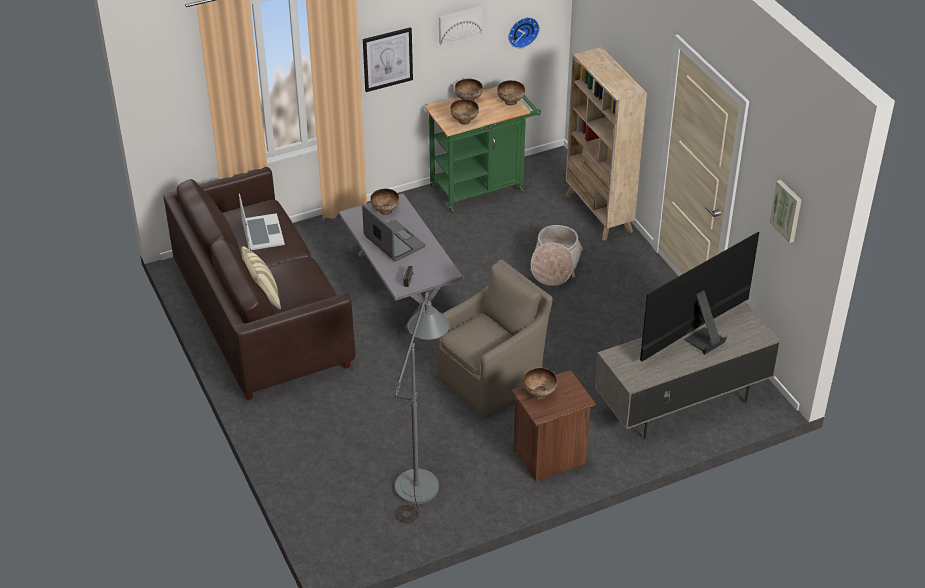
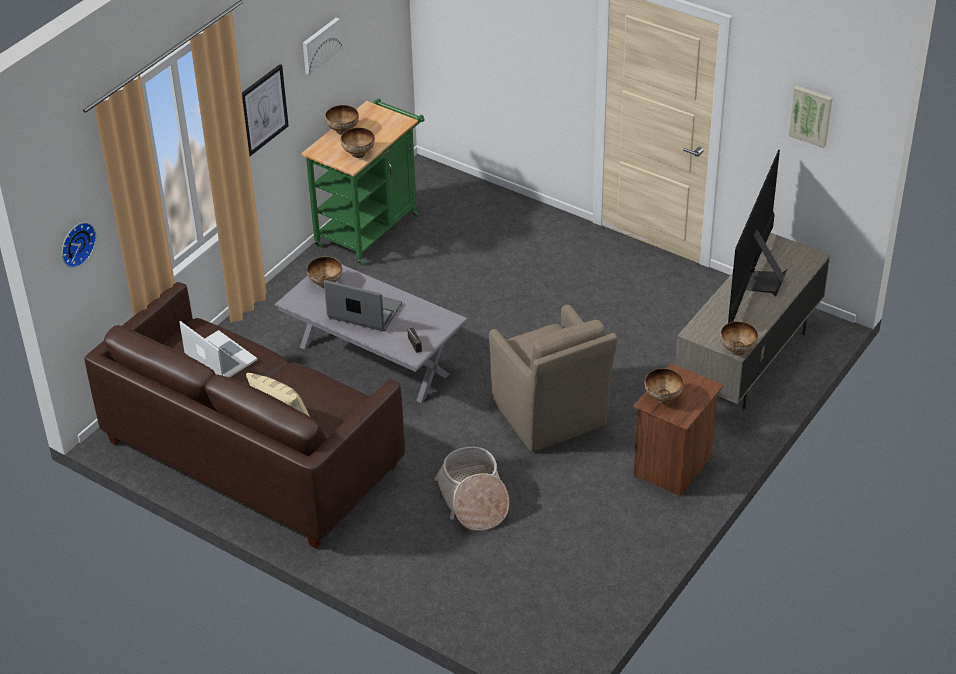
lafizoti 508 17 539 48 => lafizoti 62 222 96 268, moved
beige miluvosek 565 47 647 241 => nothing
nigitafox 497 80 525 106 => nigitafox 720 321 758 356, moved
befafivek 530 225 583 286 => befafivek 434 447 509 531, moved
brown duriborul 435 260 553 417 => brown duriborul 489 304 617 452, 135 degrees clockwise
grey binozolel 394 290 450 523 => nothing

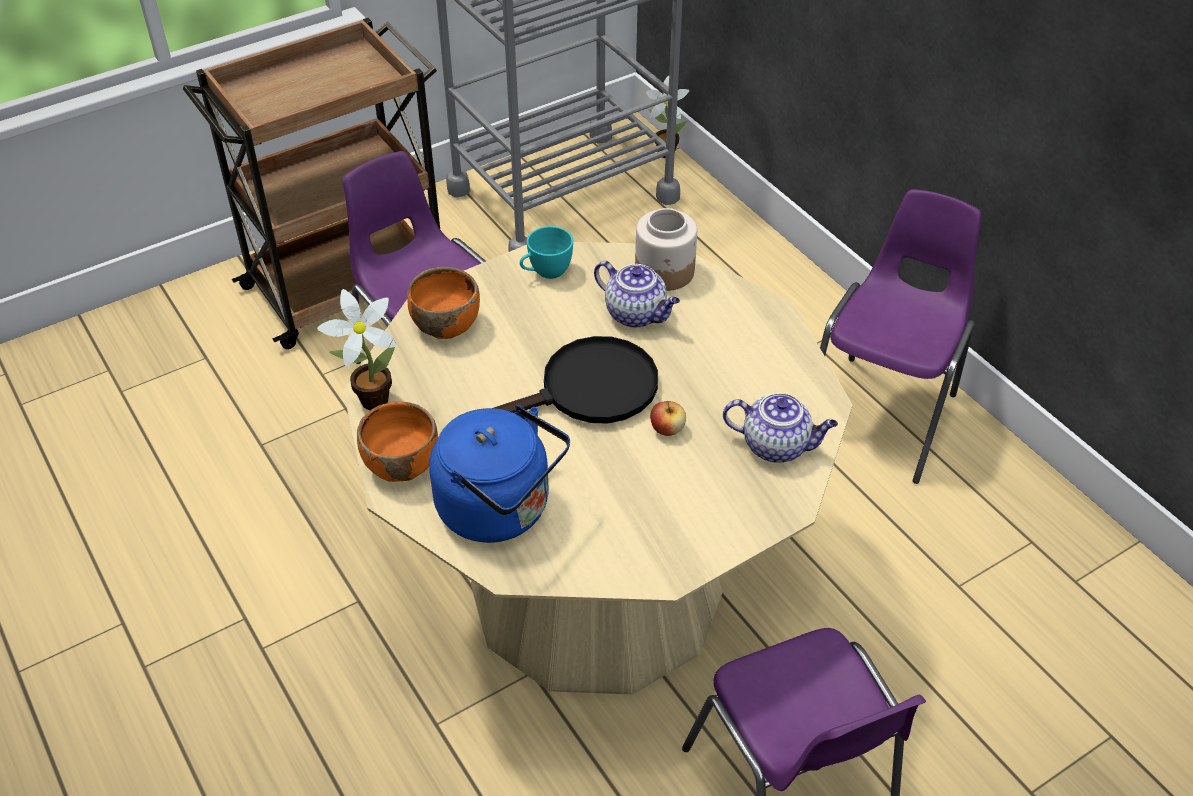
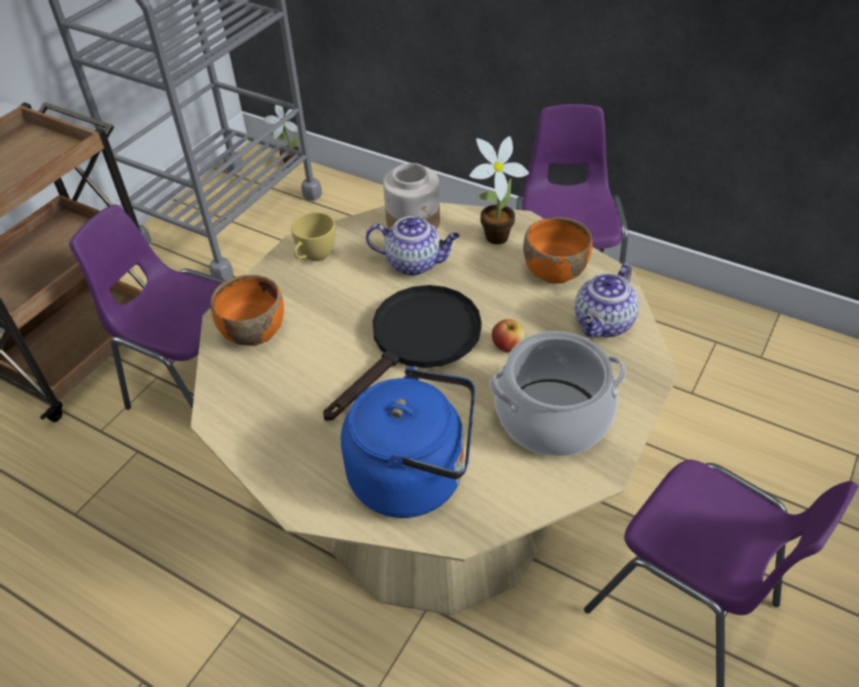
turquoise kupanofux 520 226 573 279 => yellow kupanofux 291 212 335 261
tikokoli 317 289 397 410 => tikokoli 470 136 529 245, moved
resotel 723 393 838 463 => resotel 575 263 639 338, 135 degrees clockwise
orange nigitafox 357 402 438 482 => orange nigitafox 523 217 592 284, moved
nothing => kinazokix 489 331 626 456

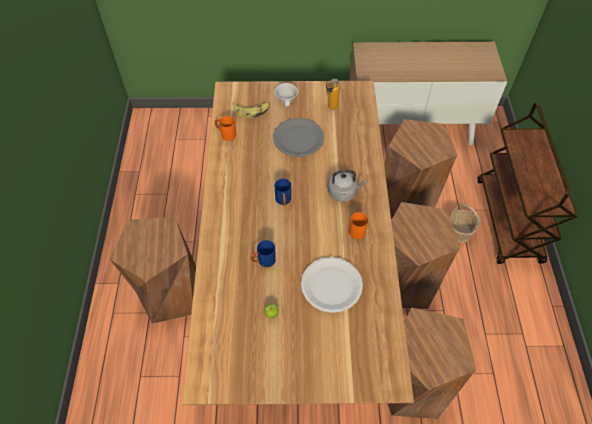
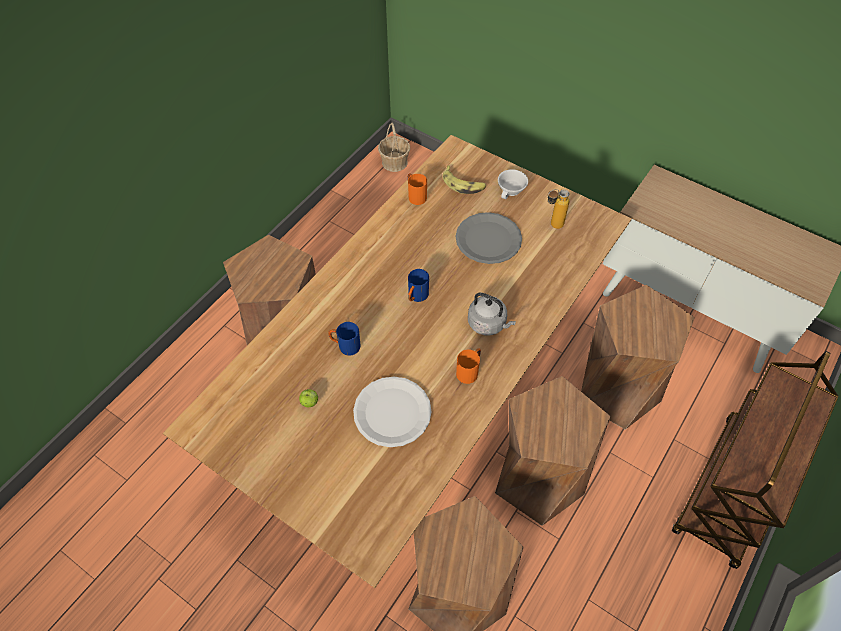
befafivek 449 204 480 243 => befafivek 378 123 410 172, moved

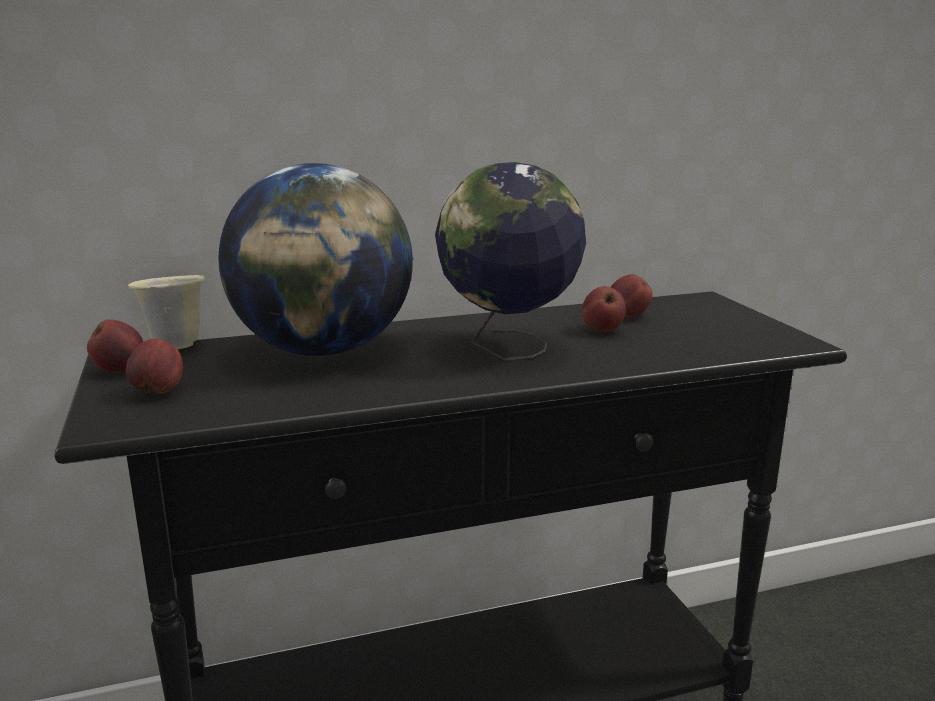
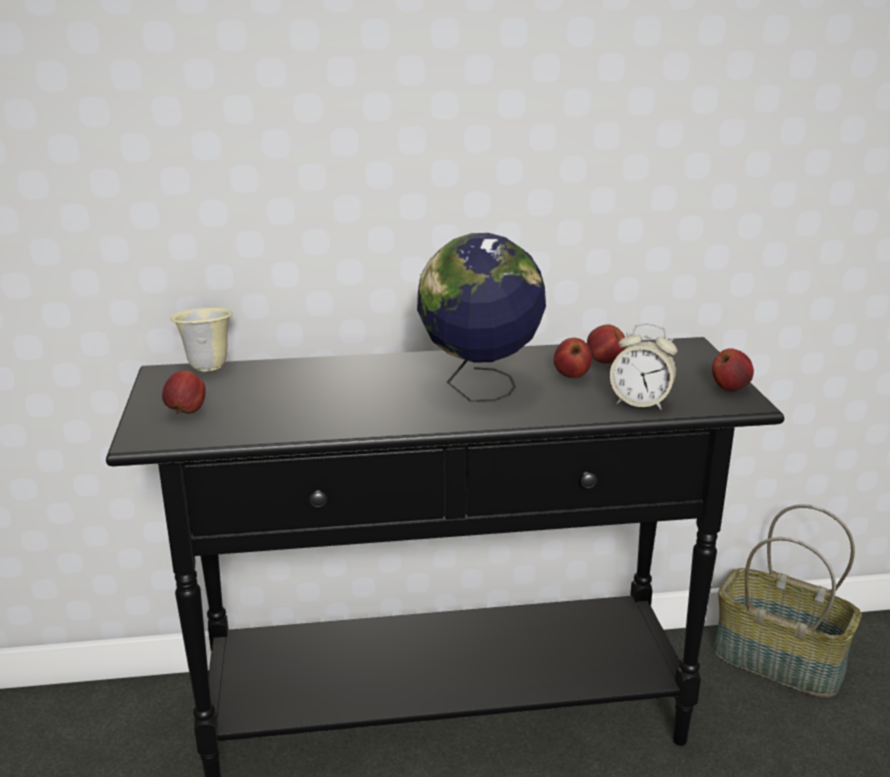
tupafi 218 163 413 356 => nothing
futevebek 87 319 143 372 => futevebek 712 348 754 391, moved
nothing => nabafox 610 323 677 410
nothing => befafivek 713 504 862 698

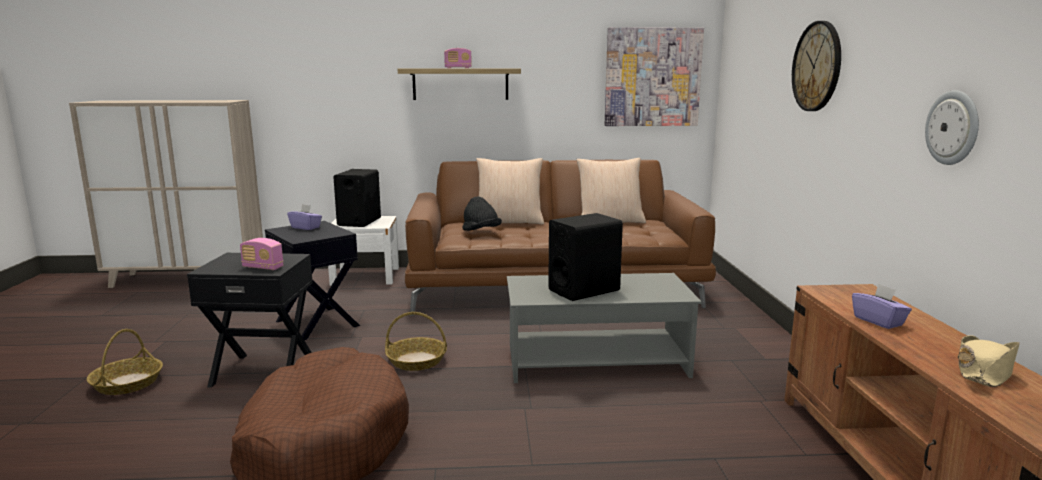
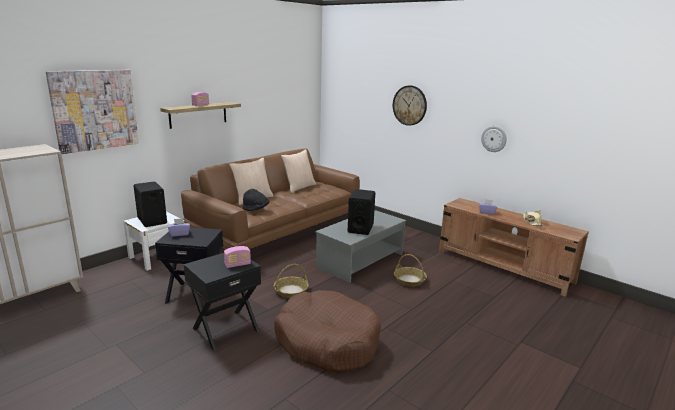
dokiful 605 27 704 126 => dokiful 46 70 139 154, moved
befafivek 87 329 163 395 => befafivek 394 254 427 287, moved

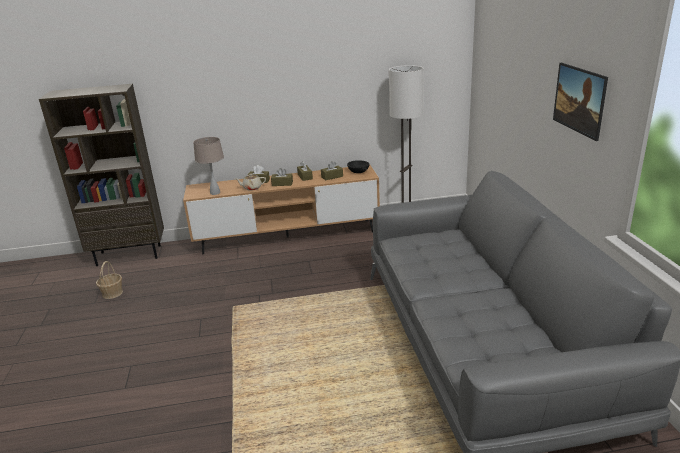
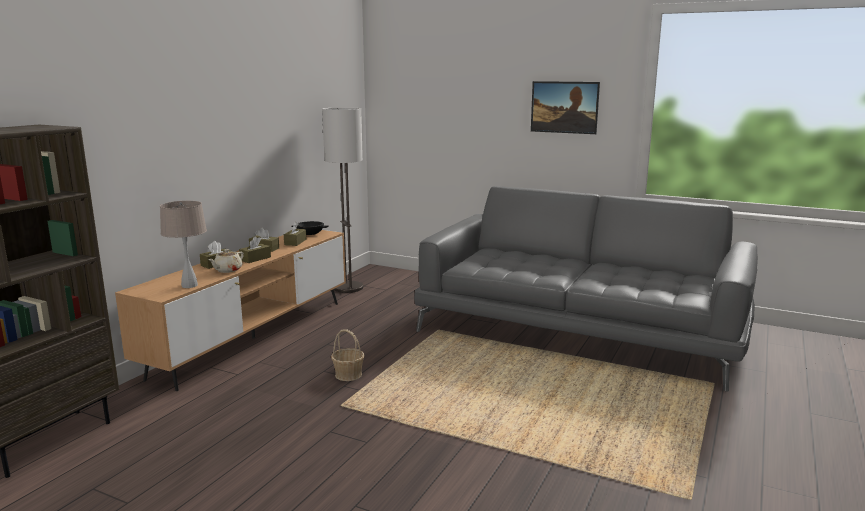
befafivek 96 261 123 299 => befafivek 331 329 365 381, moved

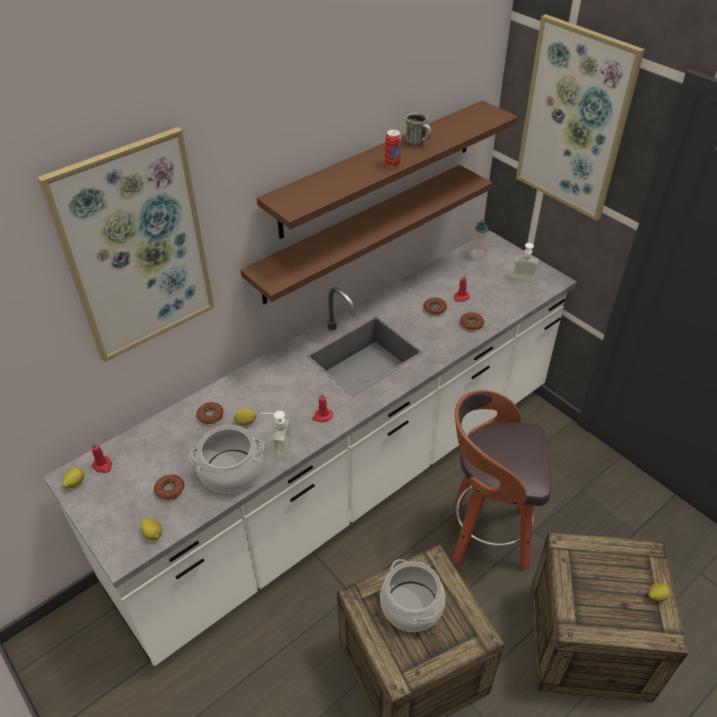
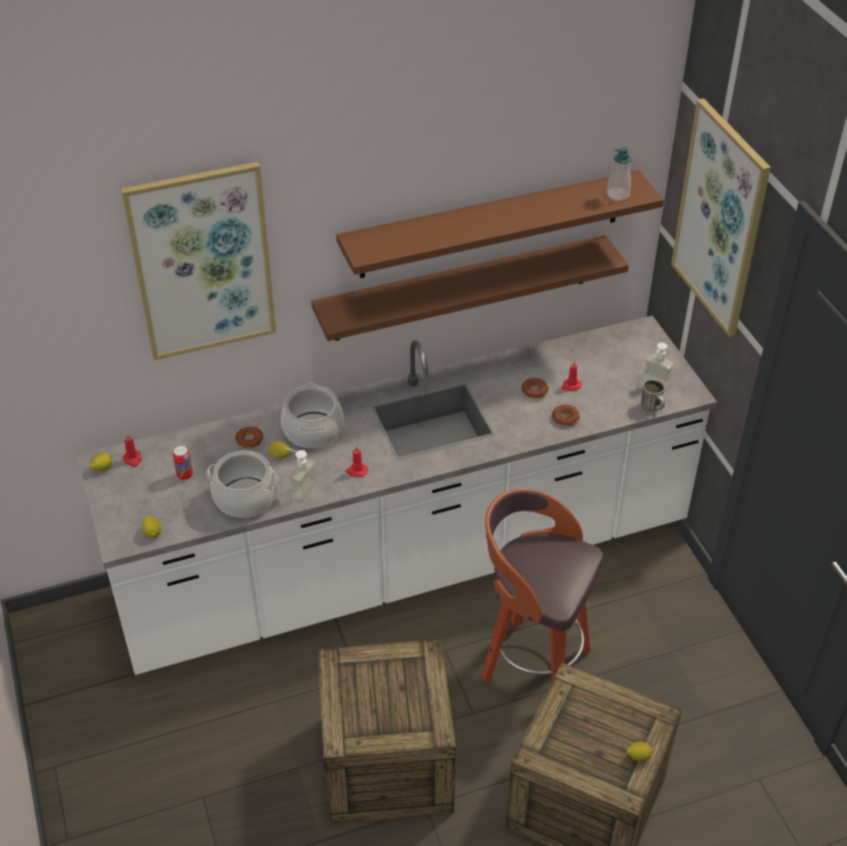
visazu 406 113 432 146 => visazu 641 379 665 411, moved
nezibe 385 129 401 168 => nezibe 173 445 193 480, moved
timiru 470 220 488 260 => timiru 607 147 632 201, moved
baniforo 154 474 184 500 => nothing
kinazokix 380 559 445 632 => kinazokix 281 383 344 448, moved

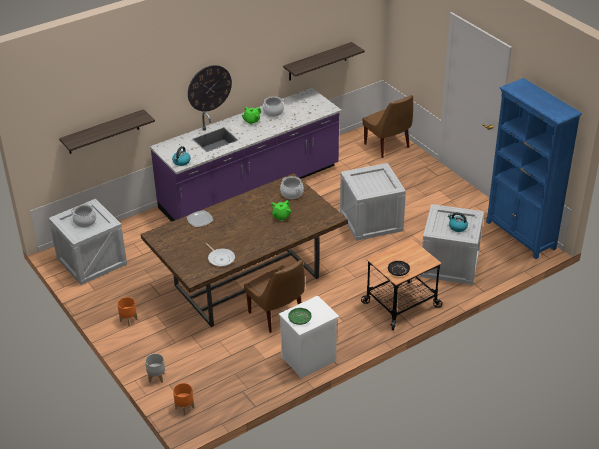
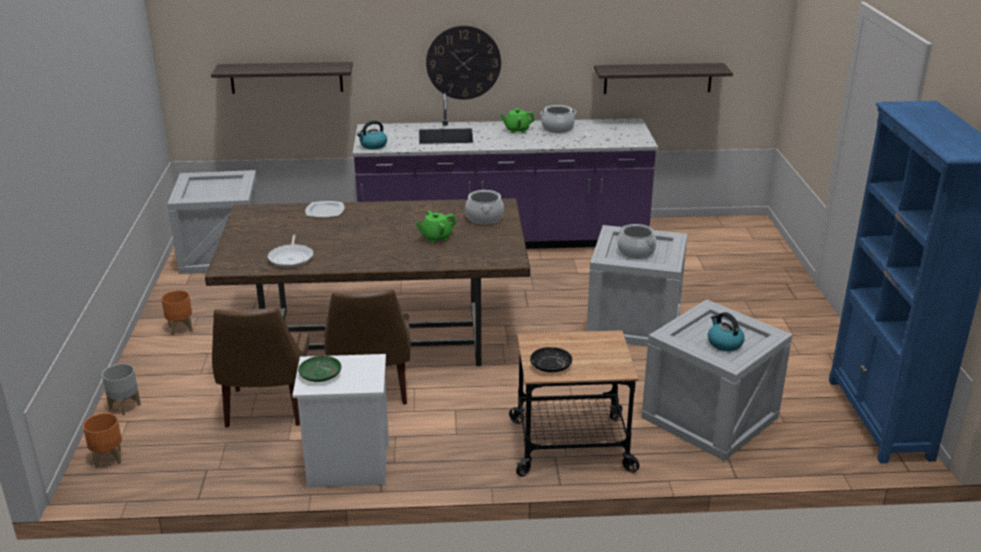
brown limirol 362 95 413 158 => brown limirol 212 308 309 428, moved
kinazokix 71 204 96 227 => kinazokix 617 224 656 259, moved

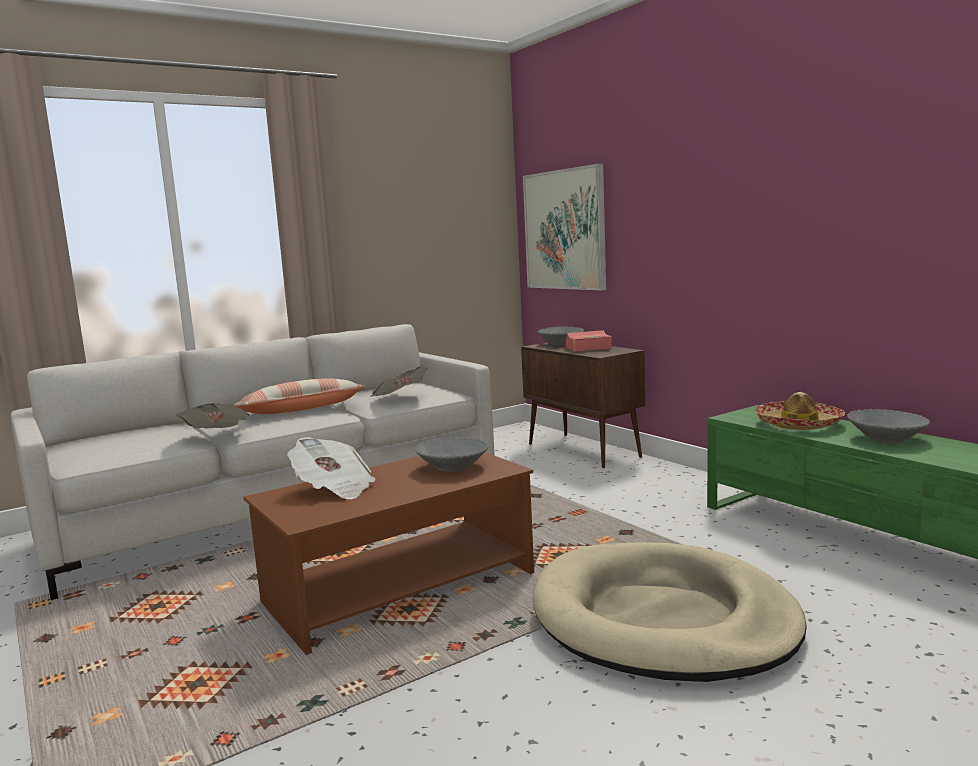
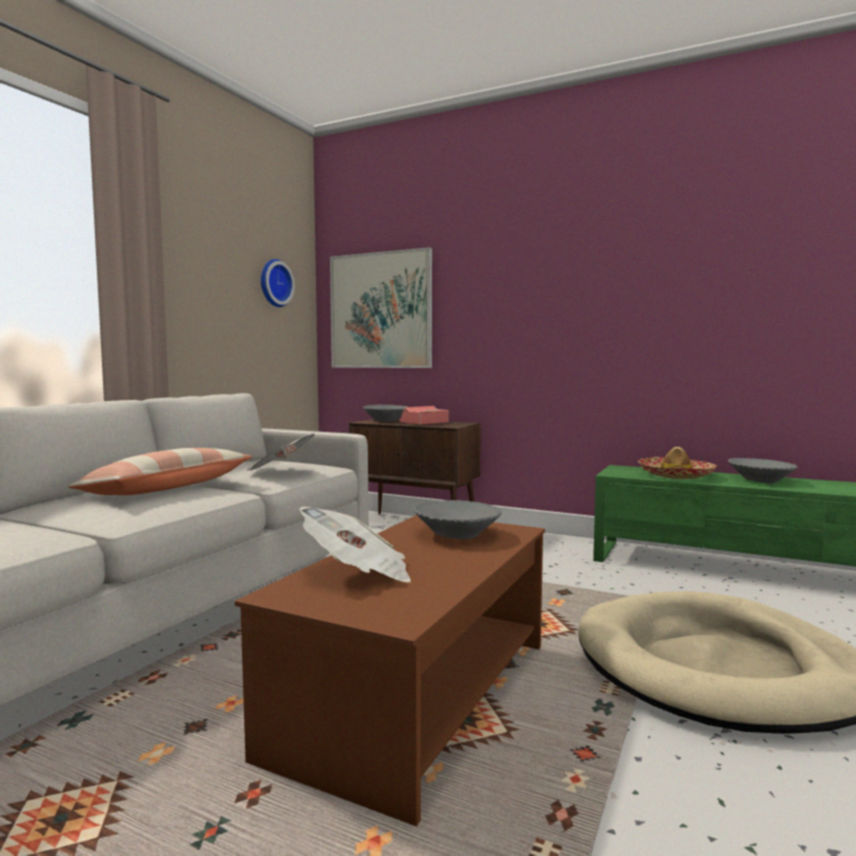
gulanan 176 403 249 429 => nothing
nothing => lafizoti 261 259 295 307

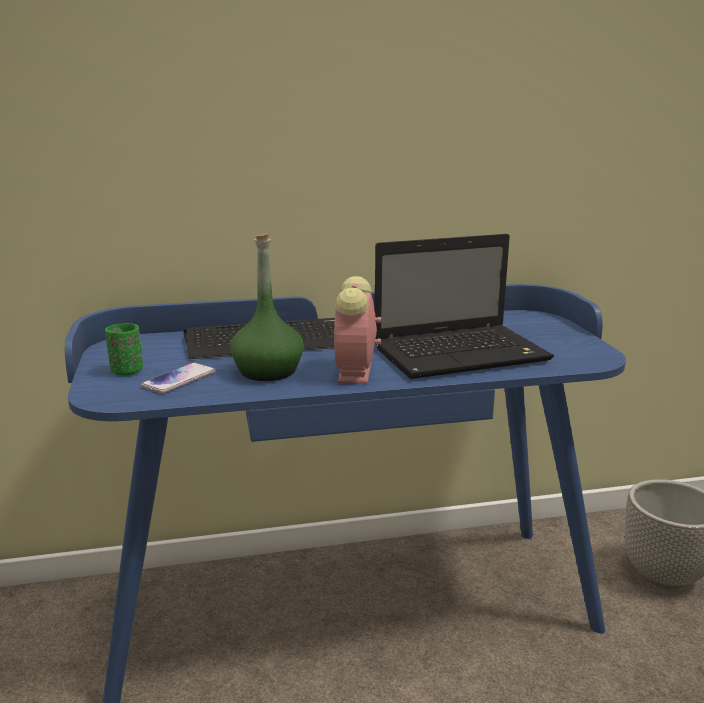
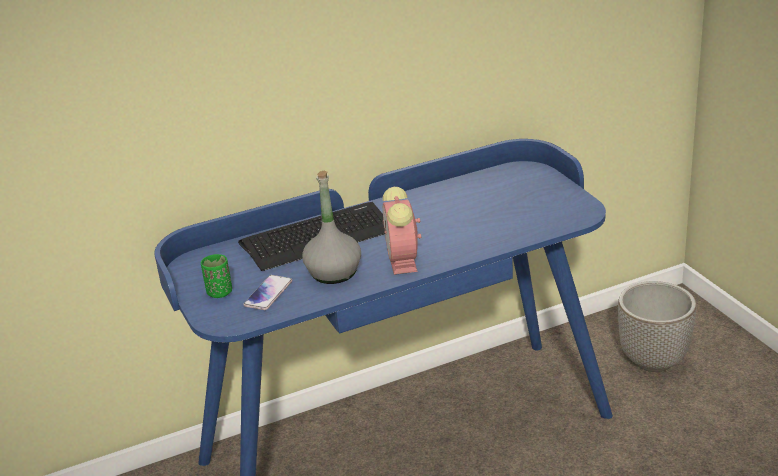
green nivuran 230 233 304 381 => grey nivuran 302 171 361 284
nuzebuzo 375 234 554 379 => nothing

